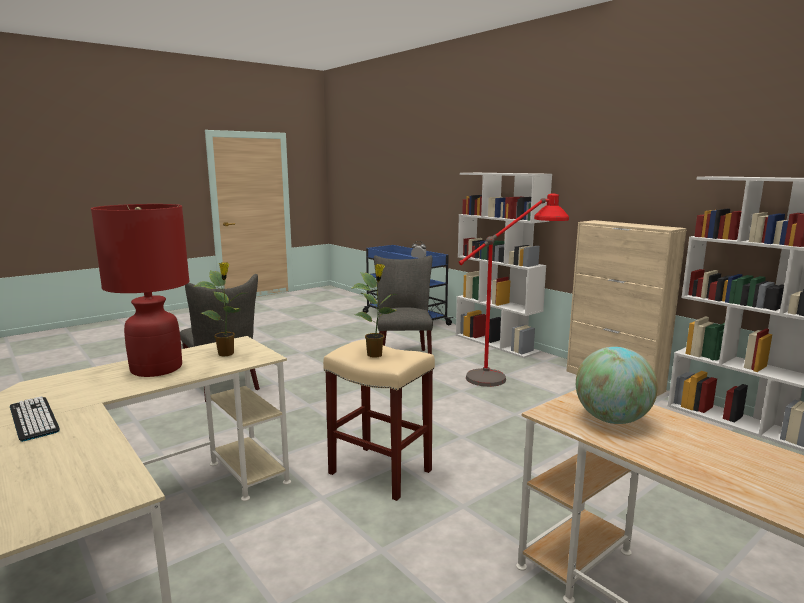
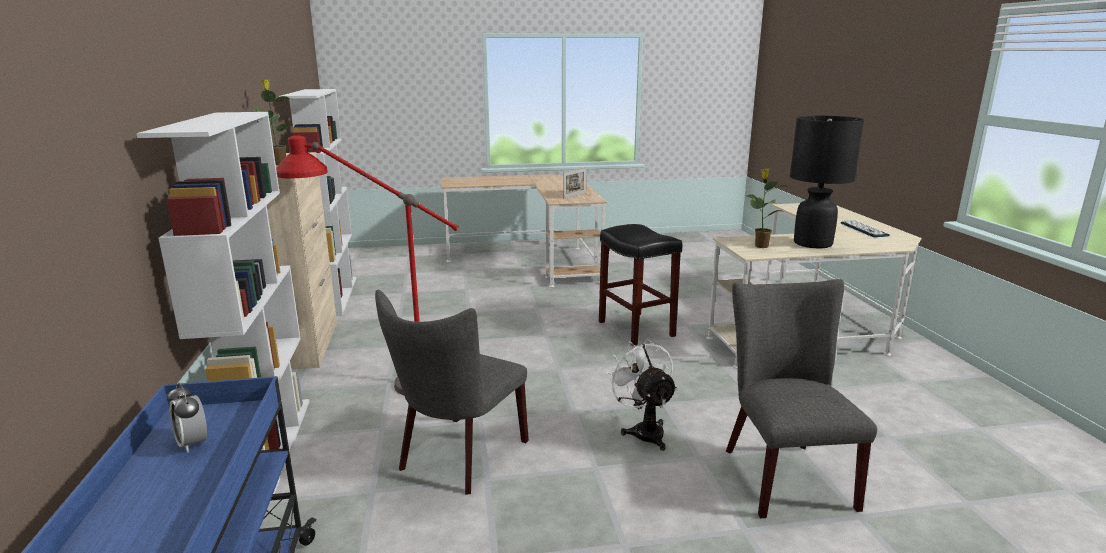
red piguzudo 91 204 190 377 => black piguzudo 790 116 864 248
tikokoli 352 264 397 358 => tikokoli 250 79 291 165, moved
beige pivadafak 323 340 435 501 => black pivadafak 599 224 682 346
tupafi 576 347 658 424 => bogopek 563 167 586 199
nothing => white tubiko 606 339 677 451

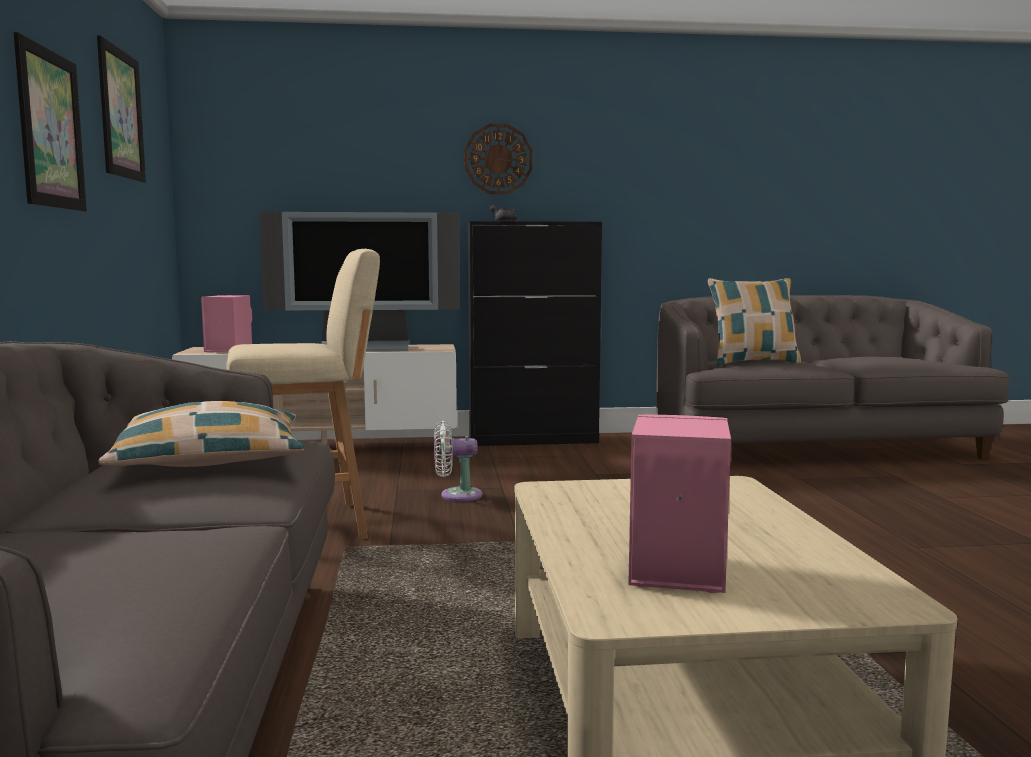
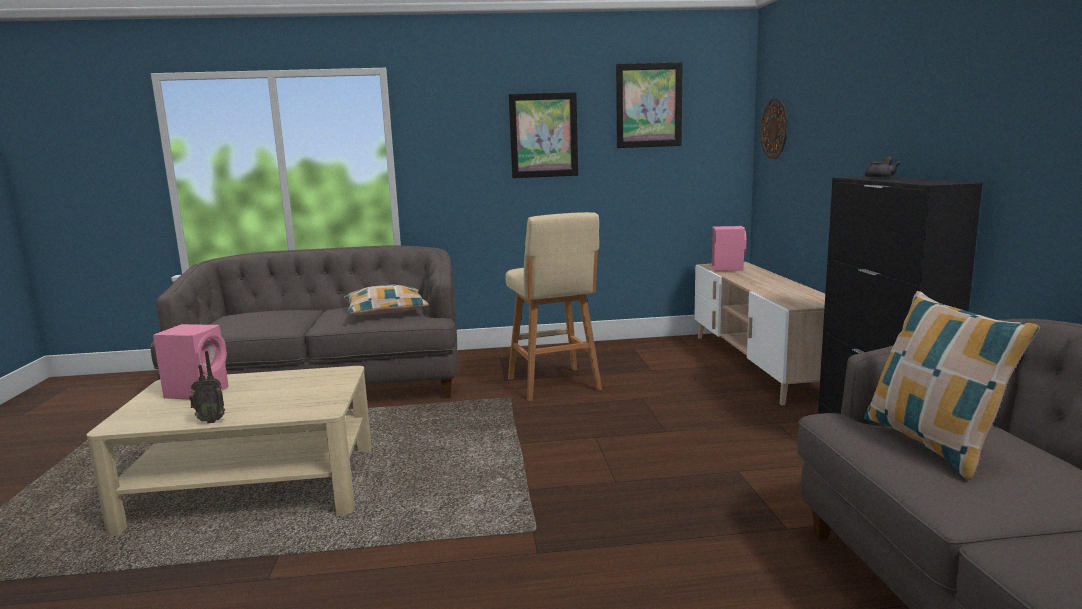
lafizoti 464 124 533 194 => lafizoti 761 98 788 159, moved
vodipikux 259 212 460 351 => nothing
white tubiko 434 421 483 502 => nothing
nothing => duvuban 189 351 225 423

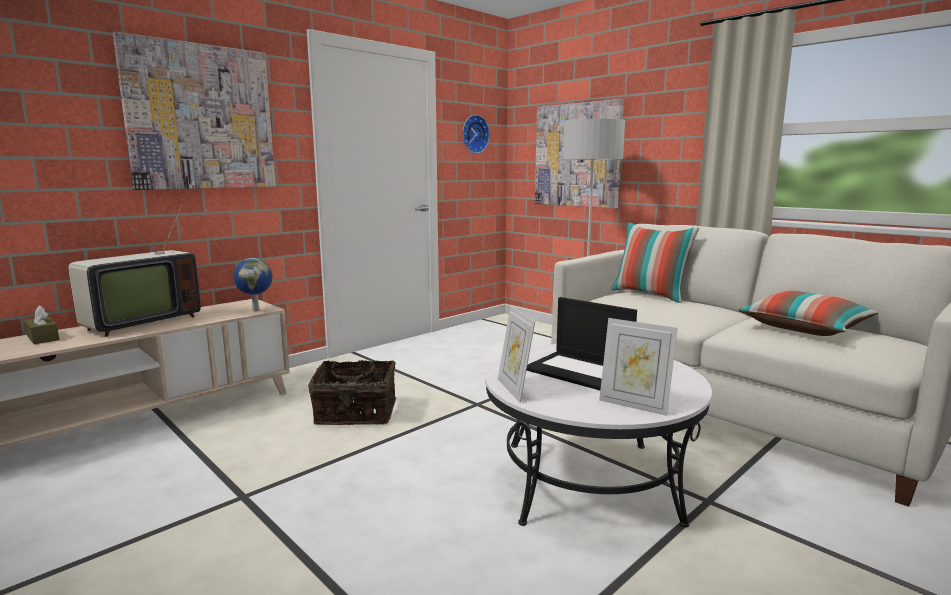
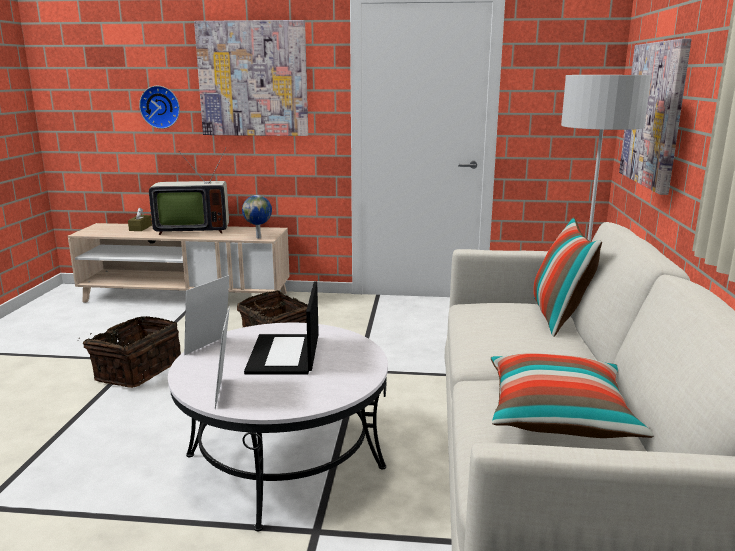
lafizoti 463 115 490 154 => lafizoti 139 86 180 129, moved
nothing => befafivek 79 316 181 388

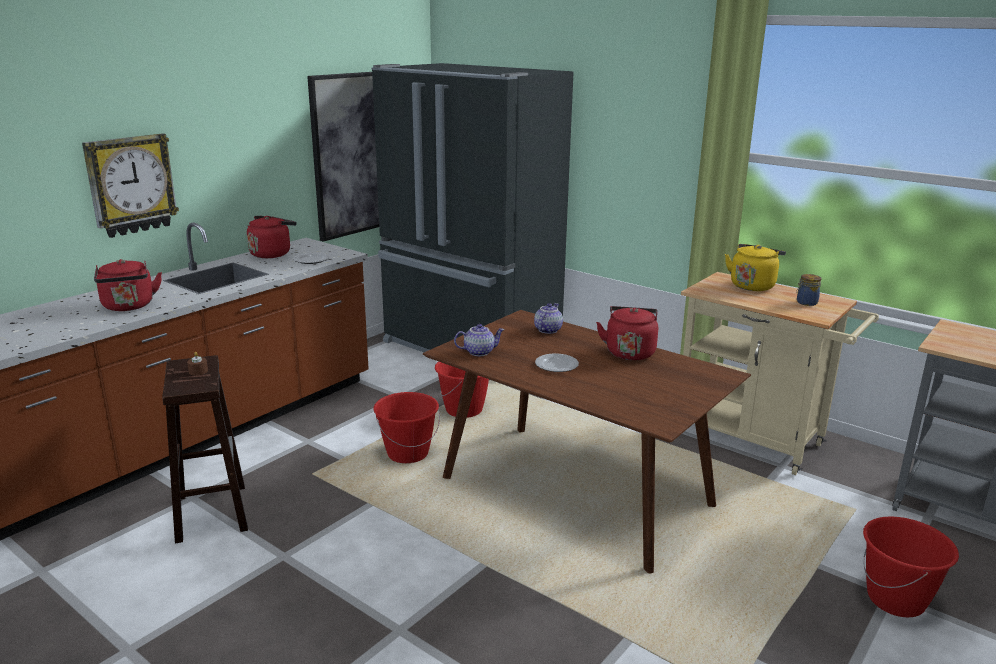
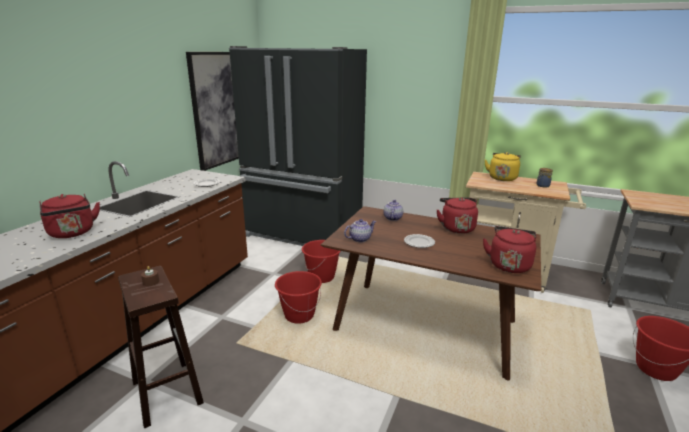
lafizoti 82 133 179 238 => nothing
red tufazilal 247 216 297 258 => red tufazilal 483 226 537 273, moved

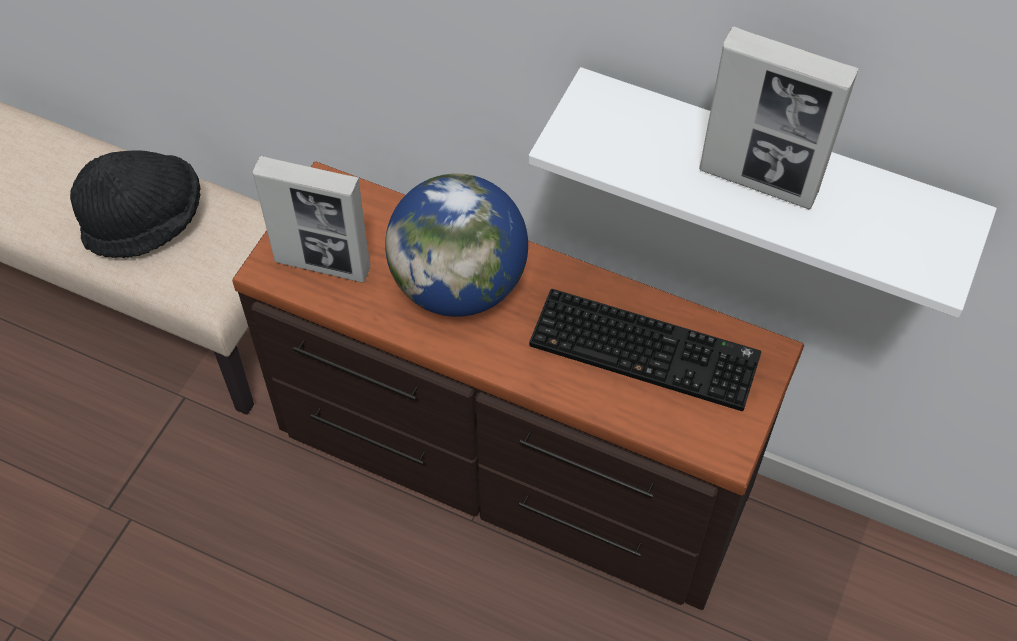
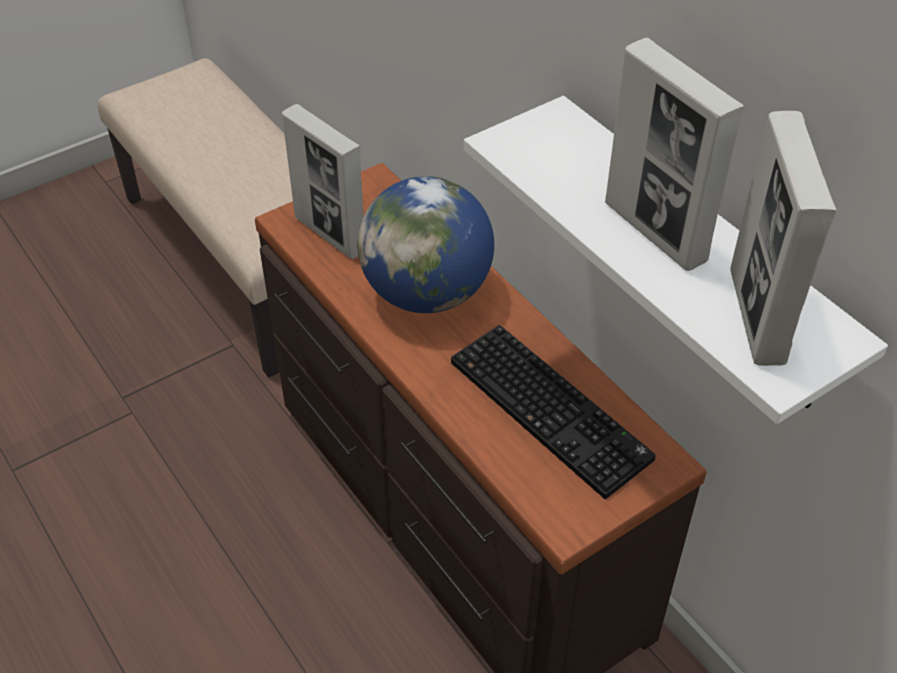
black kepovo 70 150 201 258 => nothing
nothing => bogopek 730 111 837 366

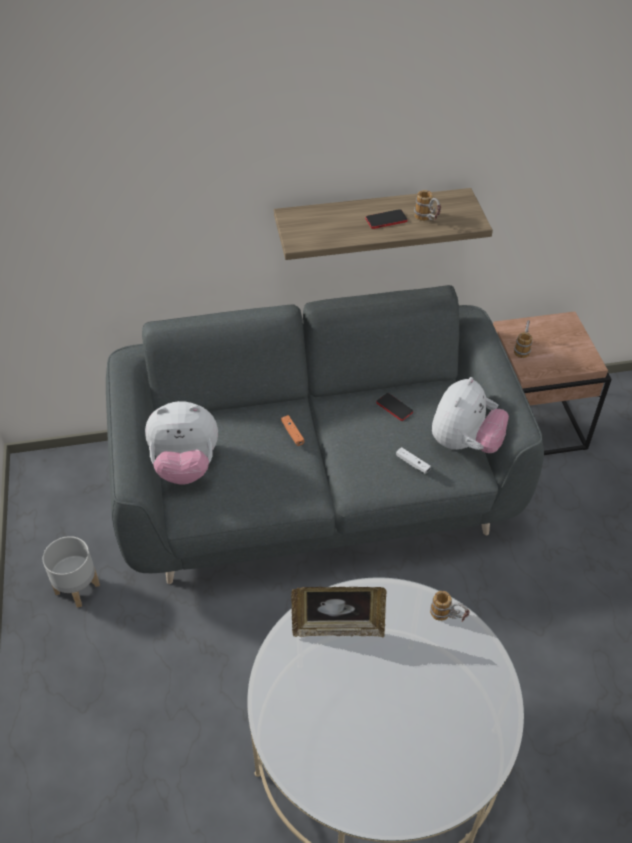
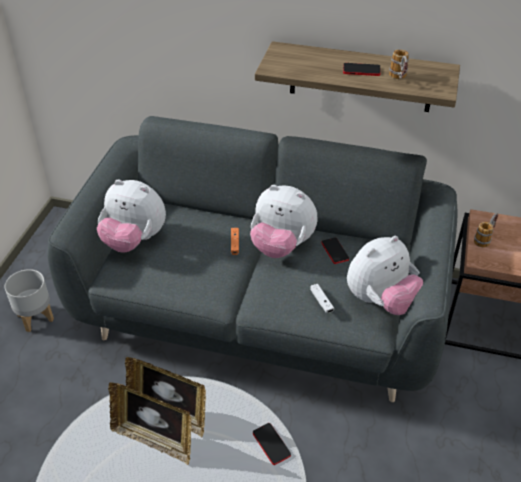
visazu 430 591 469 622 => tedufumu 253 423 291 465
nothing => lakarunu 250 185 318 258
nothing => bogopek 108 382 191 465

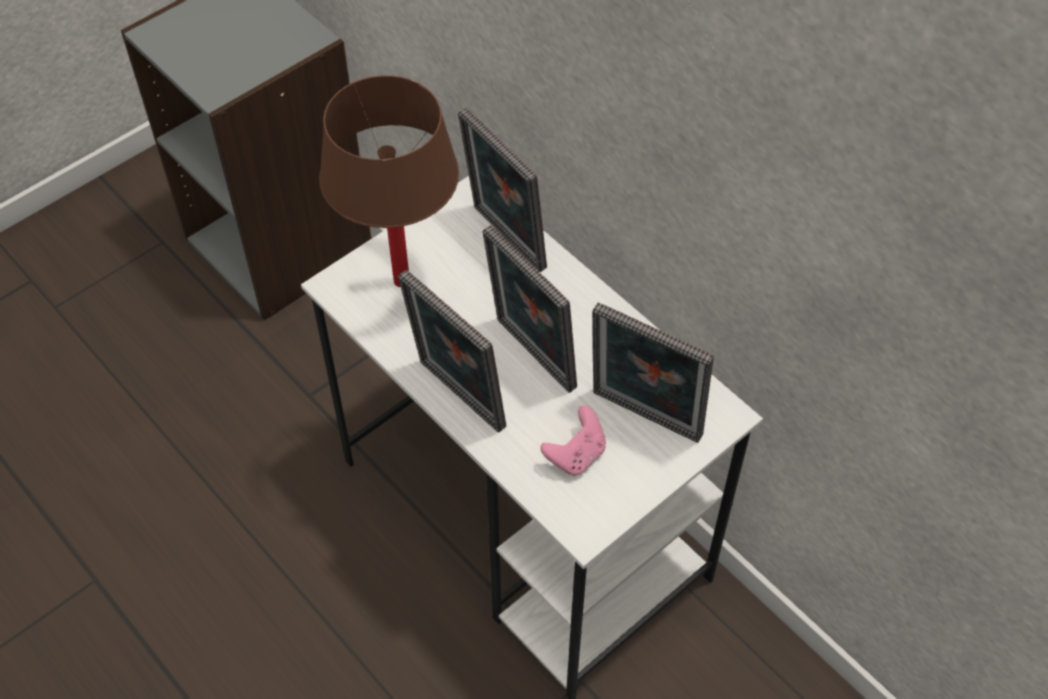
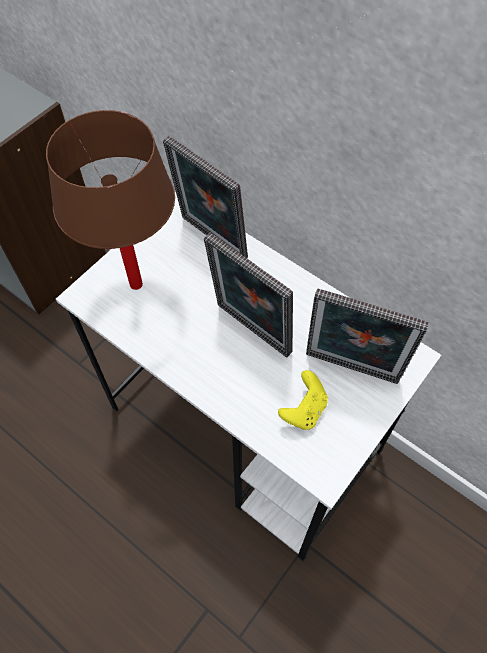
bogopek 398 270 506 433 => nothing
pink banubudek 540 406 606 476 => yellow banubudek 278 370 328 430

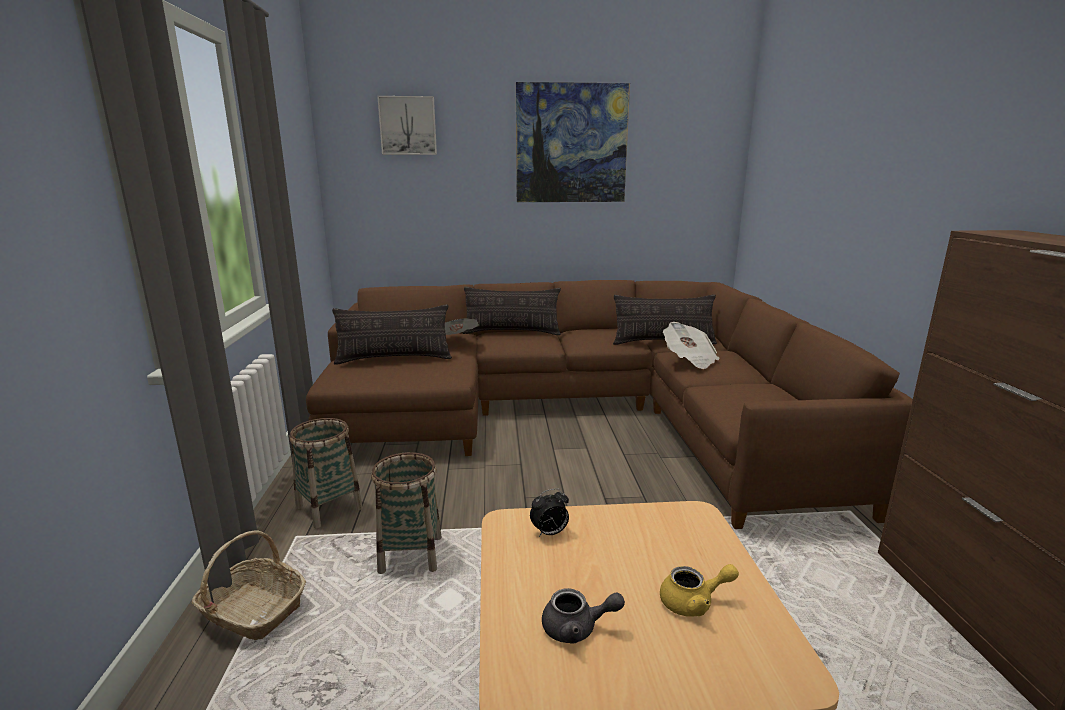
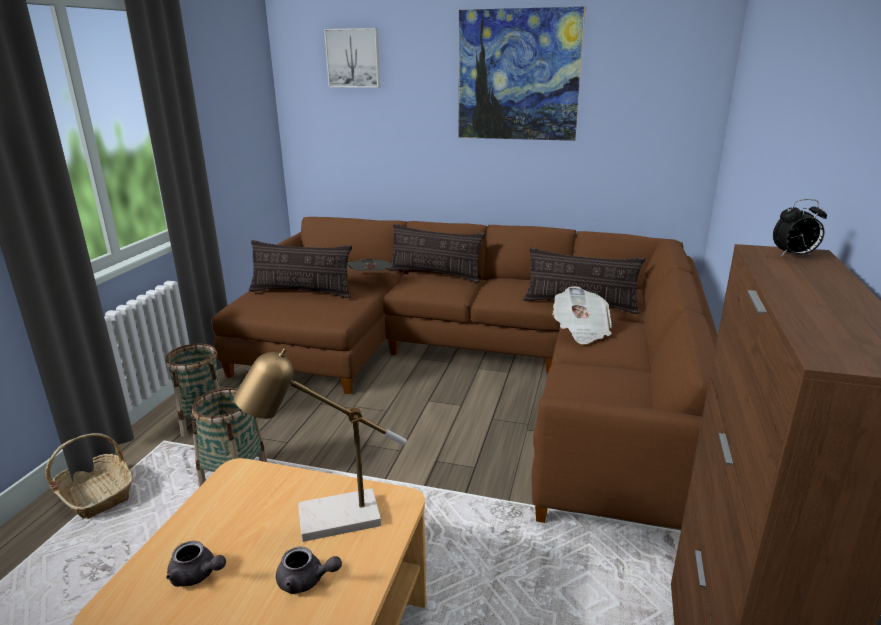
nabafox 530 488 569 537 => nabafox 773 199 827 257, moved
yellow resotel 660 564 739 617 => grey resotel 276 547 342 594
nothing => piguzudo 234 348 407 542

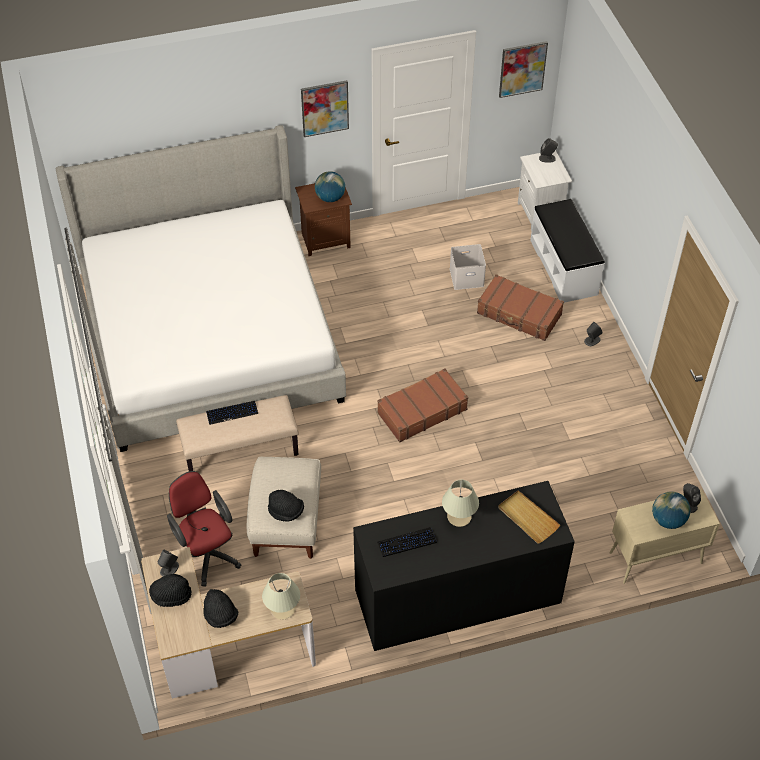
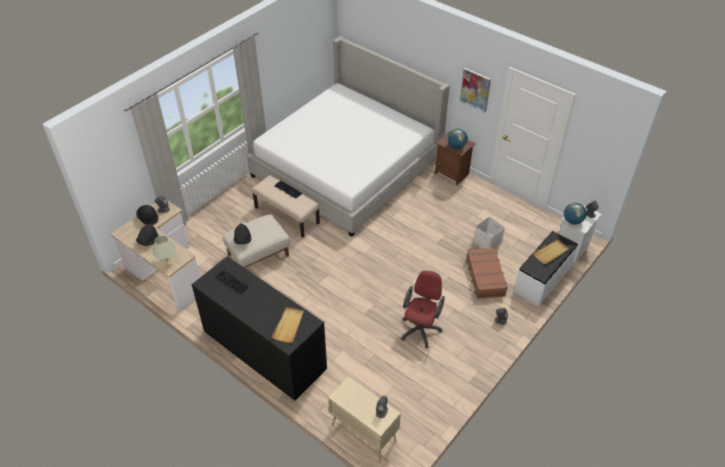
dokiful 499 41 548 98 => nothing
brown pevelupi 377 369 468 442 => nothing
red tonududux 167 471 242 586 => red tonududux 401 271 445 348, moved
beige piguzudo 442 480 479 527 => nothing
tupafi 652 491 690 529 => tupafi 564 202 587 224, moved
nothing => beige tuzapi 533 239 569 264

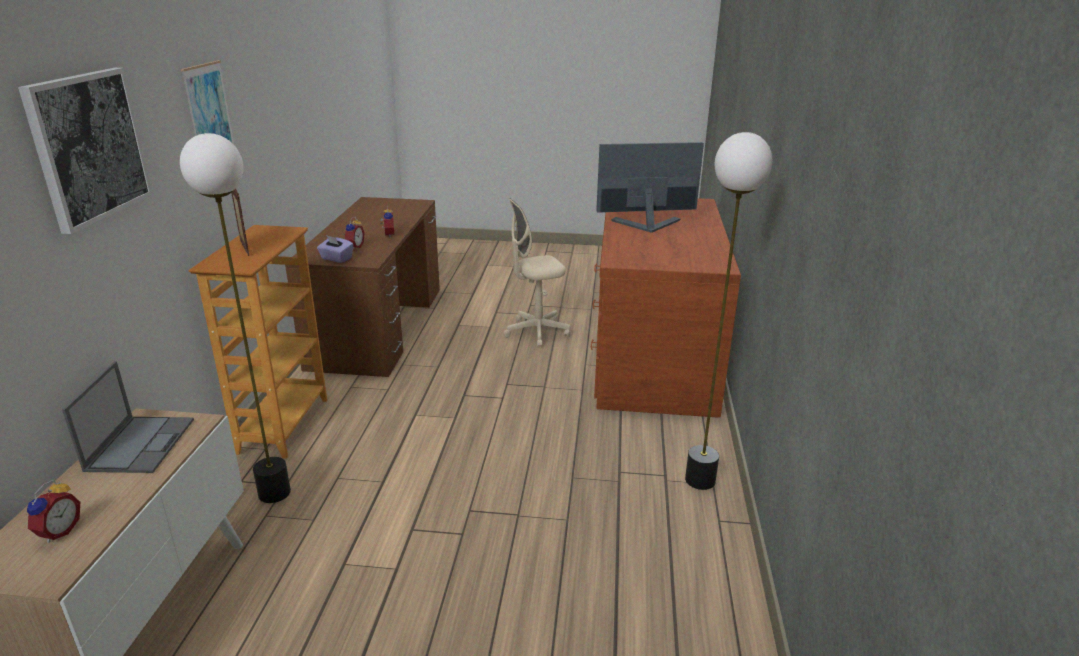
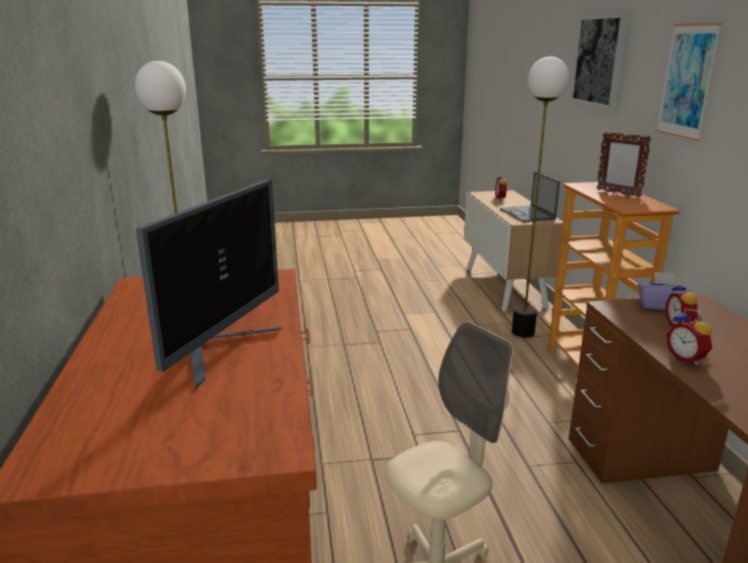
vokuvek 596 142 704 233 => vokuvek 136 179 282 390, 45 degrees counterclockwise

